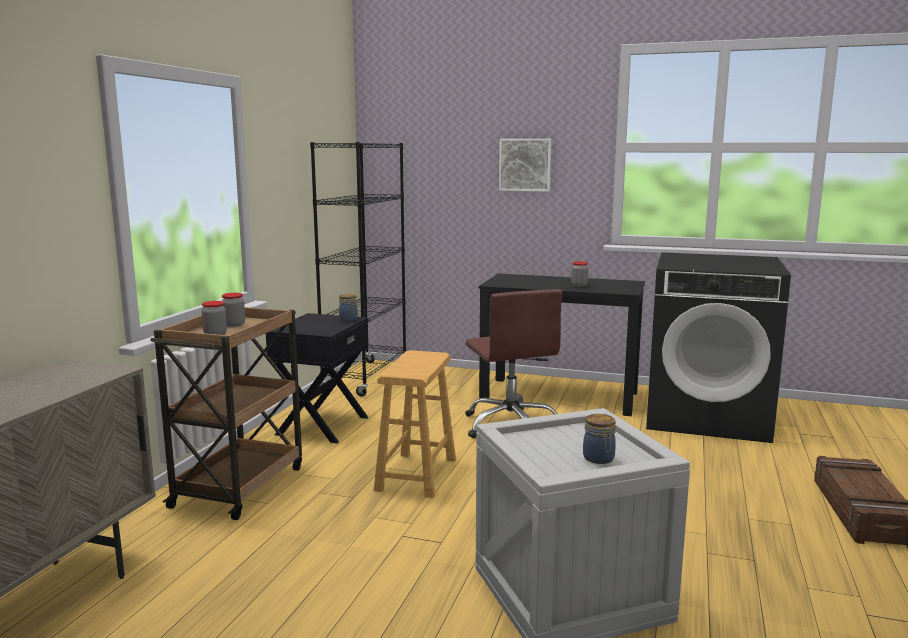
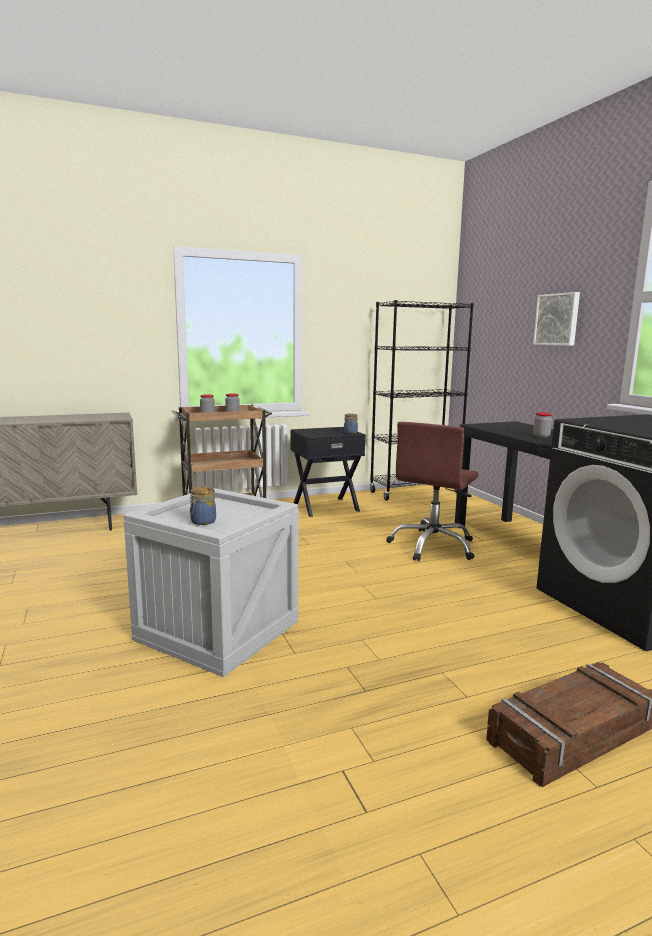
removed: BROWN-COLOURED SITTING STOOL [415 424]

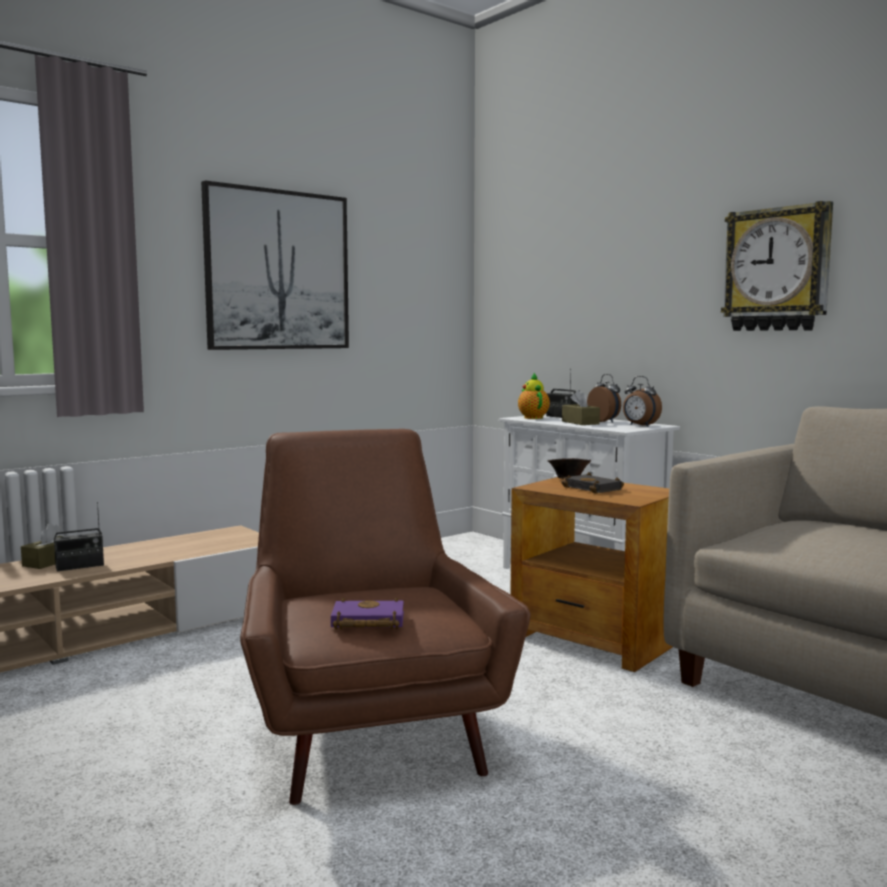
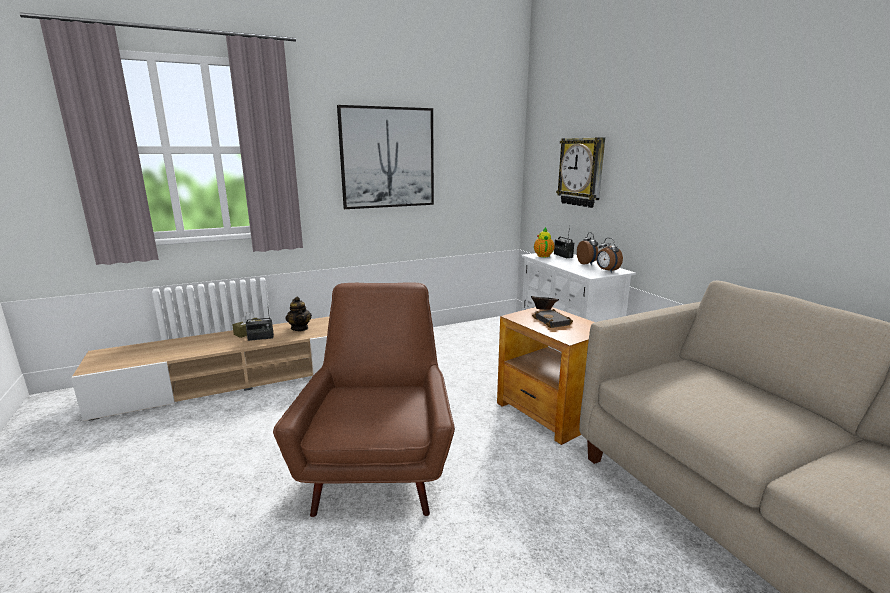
removed: PURPLE BOUND BOOK [367 613]; BROWN-COLOURED TISSUE HOLDER [581 407]
added: TEA POT [298 314]
moved: WALL CLOCK [777 266] to [580 172]

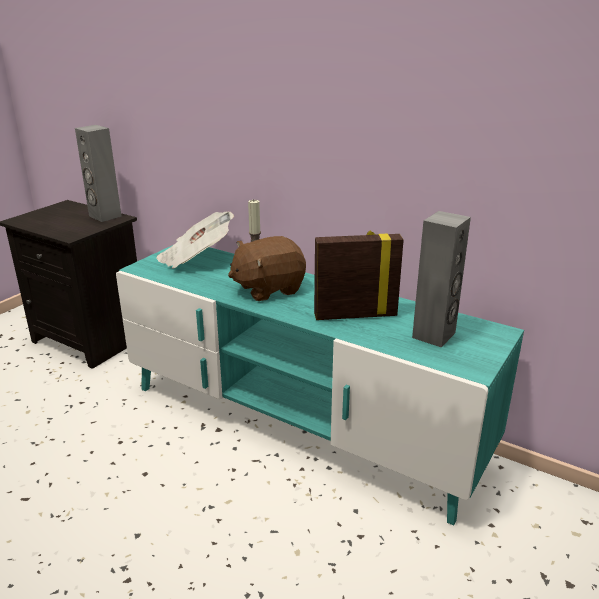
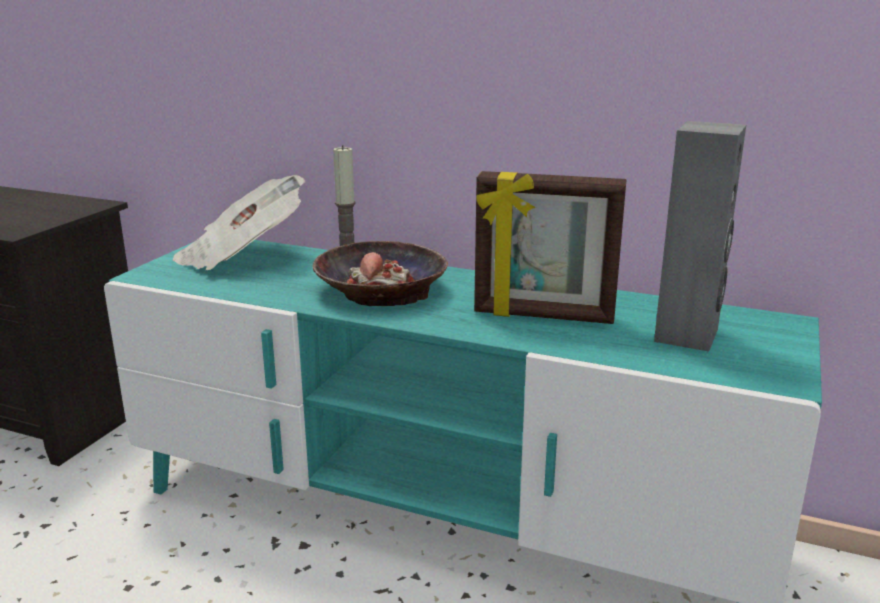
removed: GREY LOUDSPEAKER [98 173]
replaced: BROWN-COLOURED SOFT TOY [267 268] to BOWL [380 273]
turned: PICTURE FRAME [359 275] = [550 247] 150 degrees counterclockwise

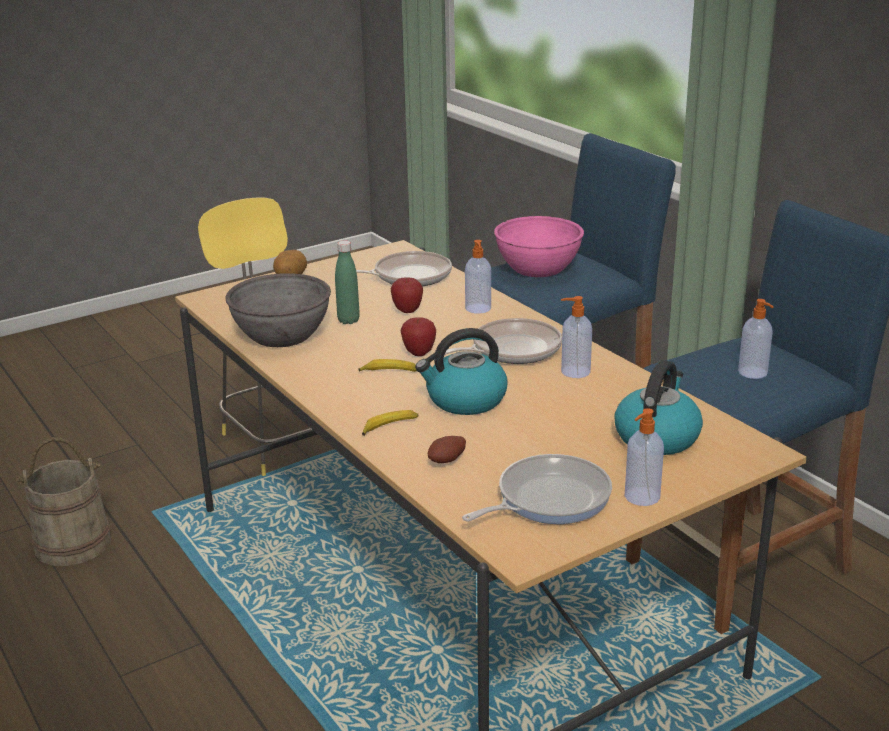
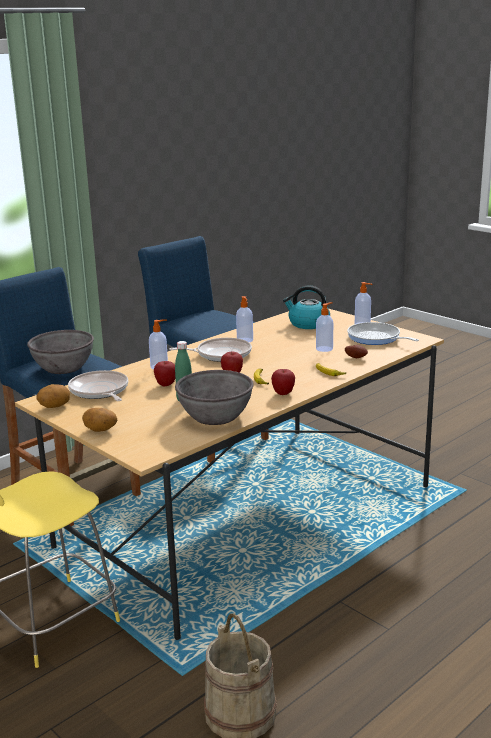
removed: WATER KETTLE [461 371]
added: SPUD [53 396]; WHOLE APPLE [283 382]
moved: LIQUID SOAP BOTTLE [756 339] to [324 327]
recoloured: PINK BOWL [539 246] to GREY BOWL [60 352]
turned: SKILLET [503 341] = [210 350] 120 degrees clockwise

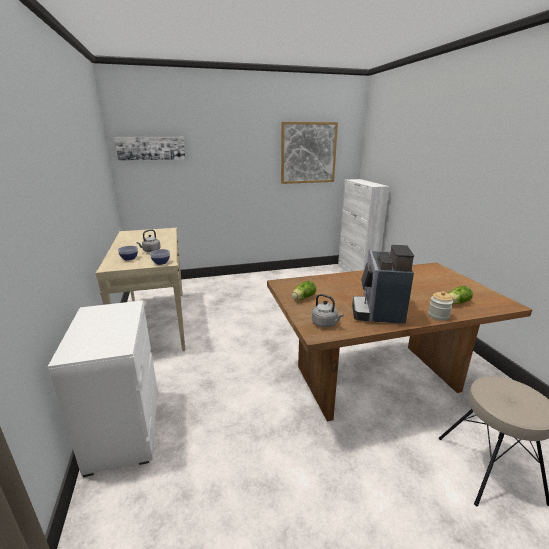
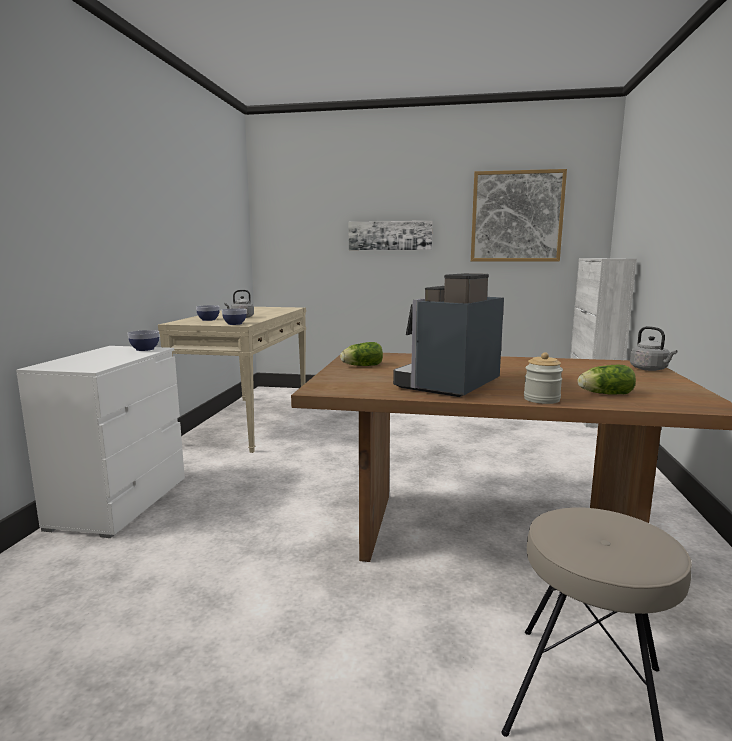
added: BOWL [143 340]
moved: WALL PICTURE [149 149] to [390 235]; GREY WATER KETTLE [328 310] to [653 348]

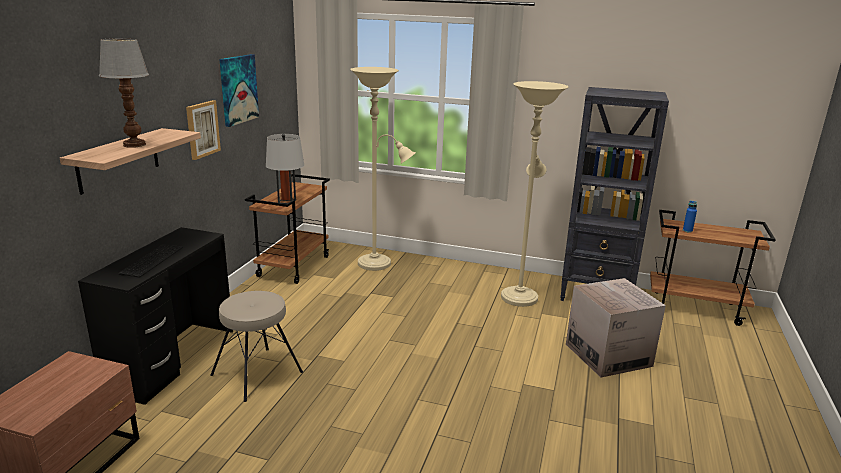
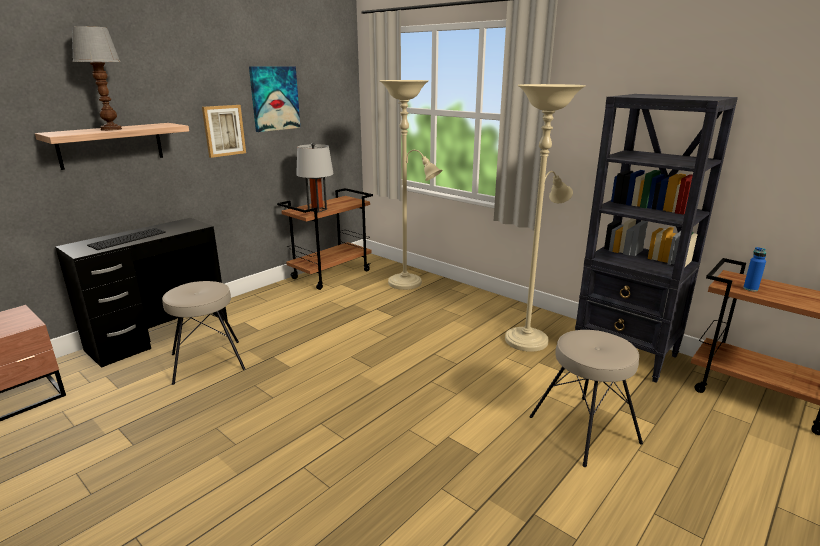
replaced: CARDBOARD BOX [616 327] to BEIGE-COLOURED SITTING STOOL [586 398]

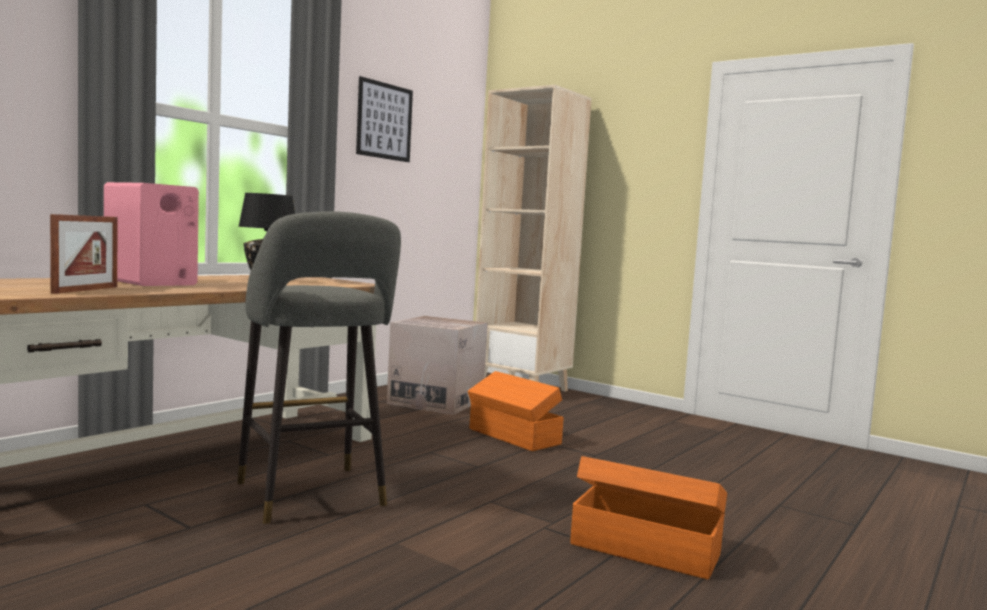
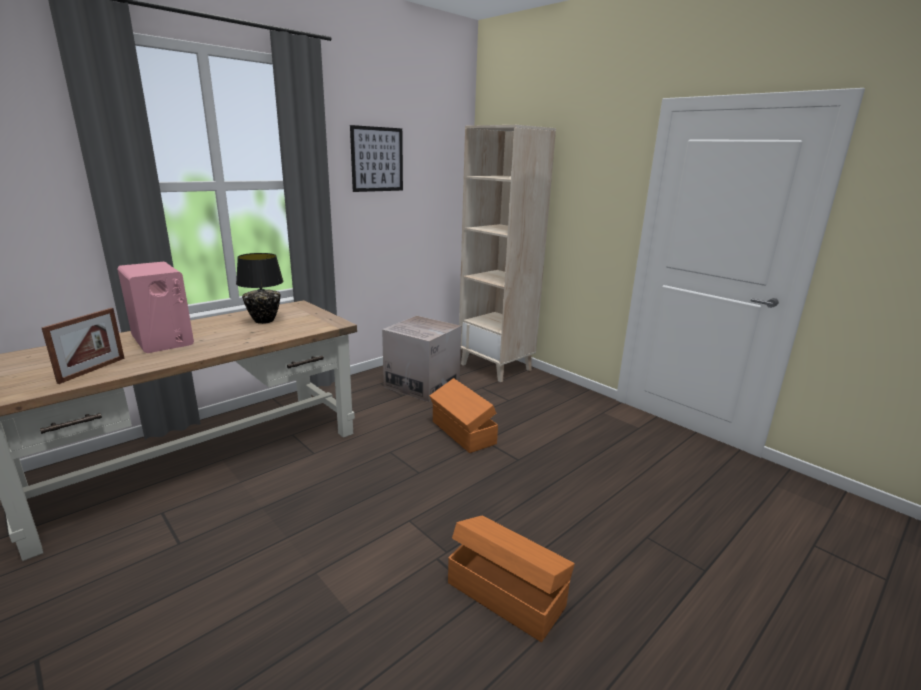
removed: GREY SITTING STOOL [319 367]

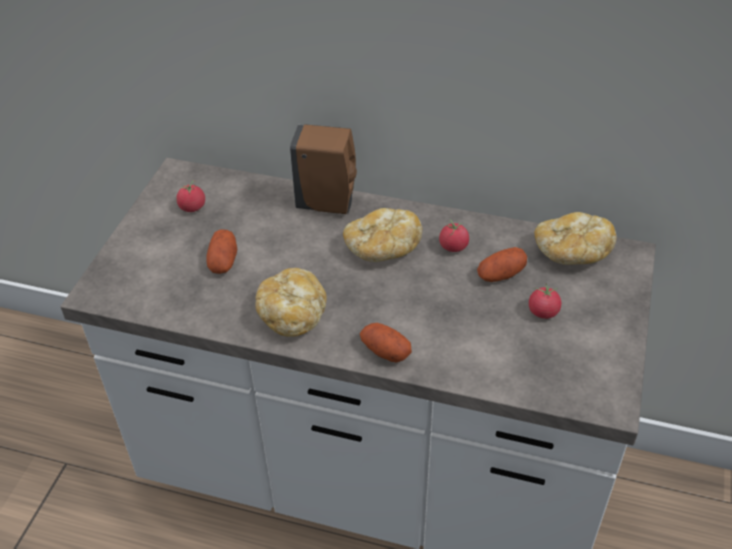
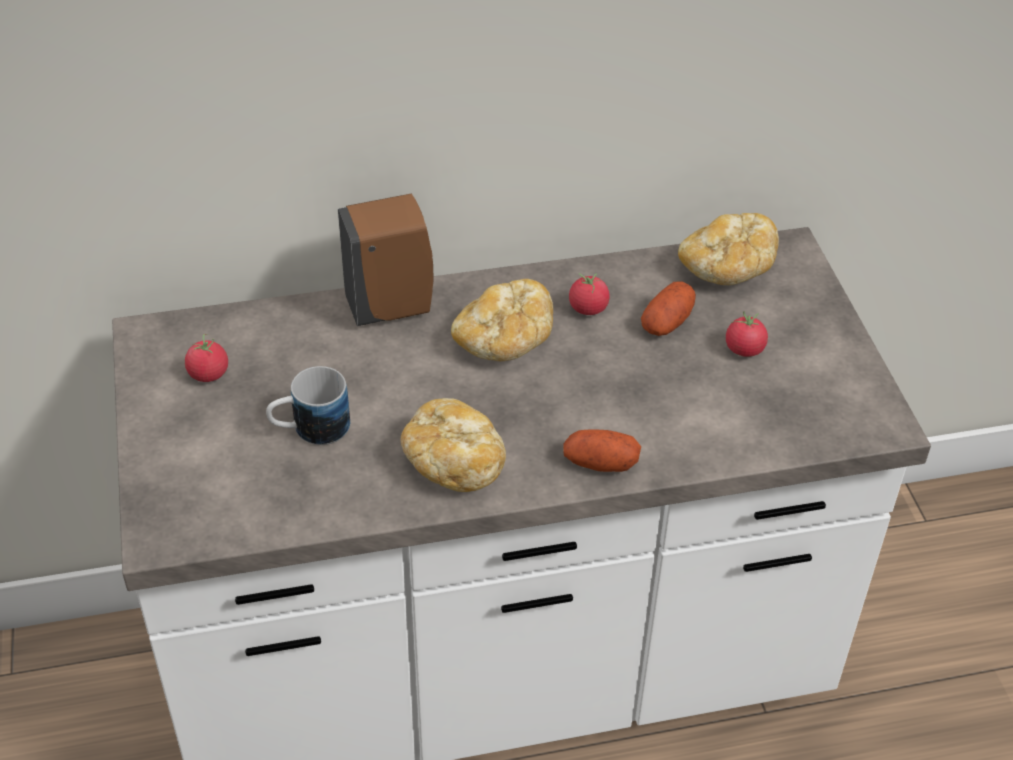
replaced: SPUD [221 251] to TEA MUG [308 405]

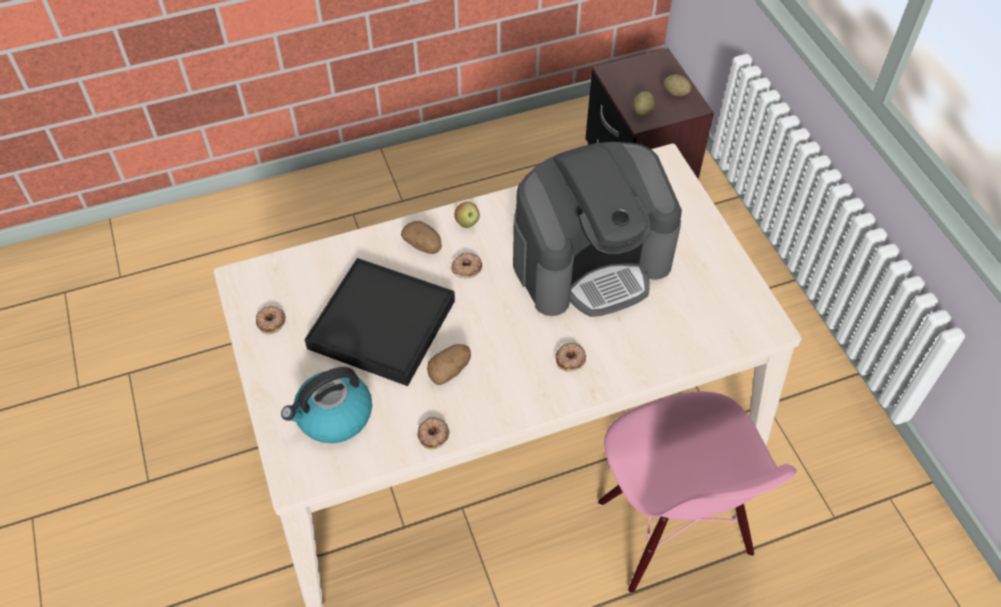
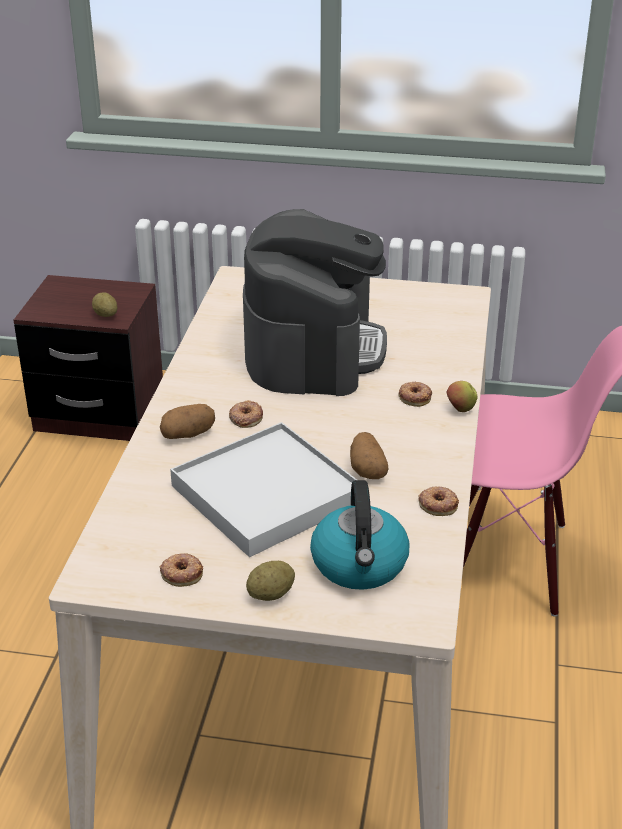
moved: WHOLE APPLE [467 215] to [462 396]; SPUD [677 85] to [270 581]
recoloured: BLACK CARRYING TRAY [379 322] to WHITISH CARRYING TRAY [263 489]

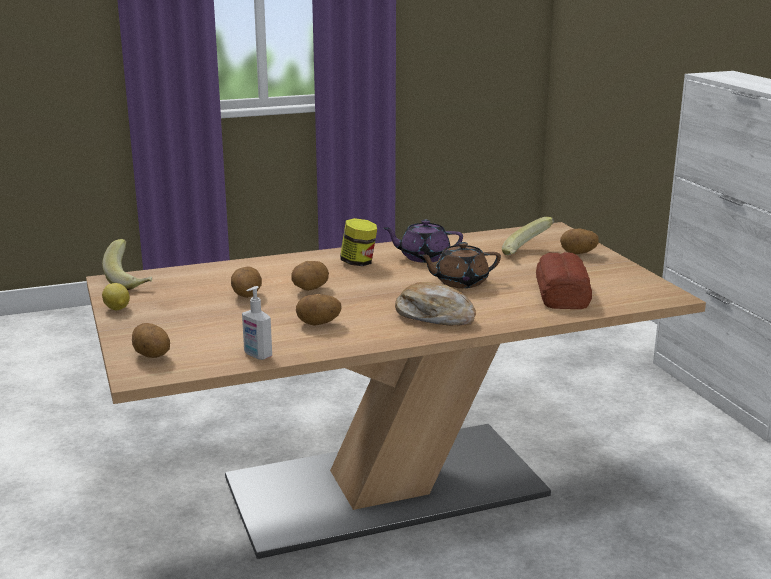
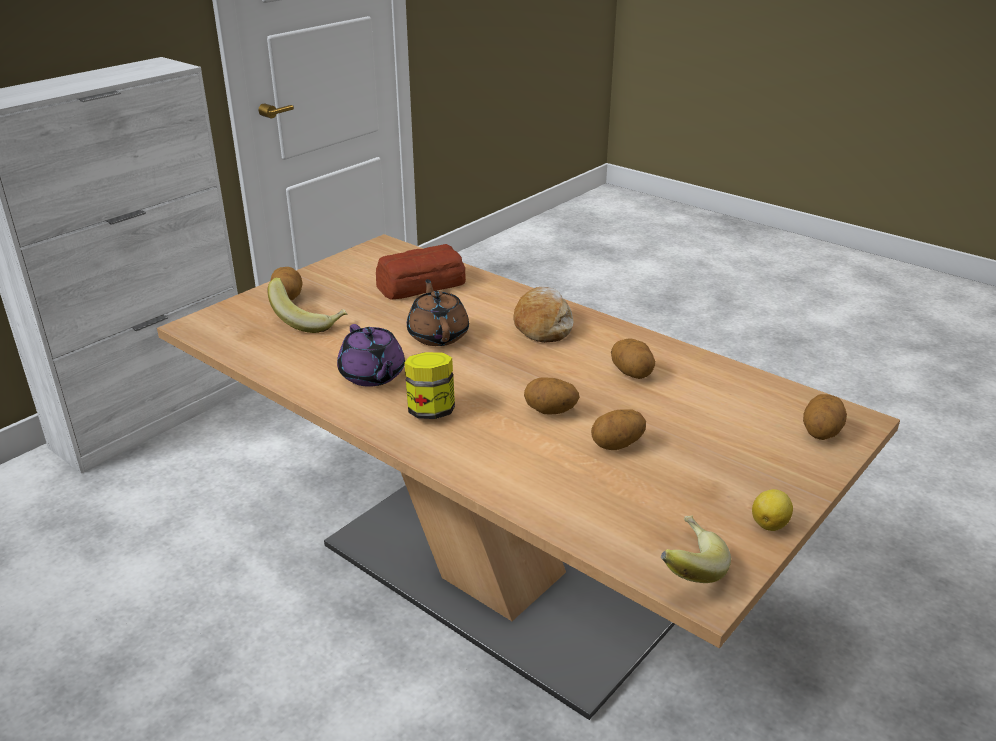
removed: LIQUID SOAP BOTTLE [257 323]
turned: BROWN-COLOURED TEA POT [460 265] = [438 312] 150 degrees counterclockwise

